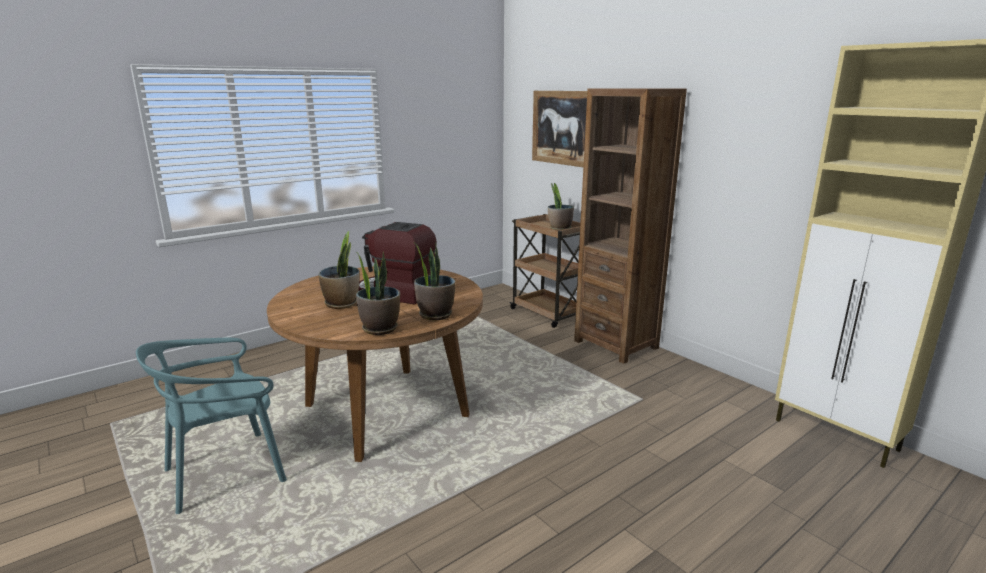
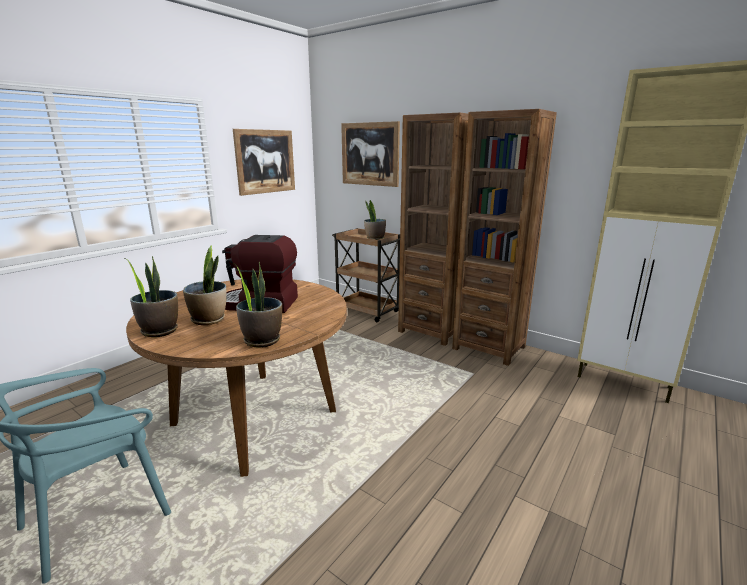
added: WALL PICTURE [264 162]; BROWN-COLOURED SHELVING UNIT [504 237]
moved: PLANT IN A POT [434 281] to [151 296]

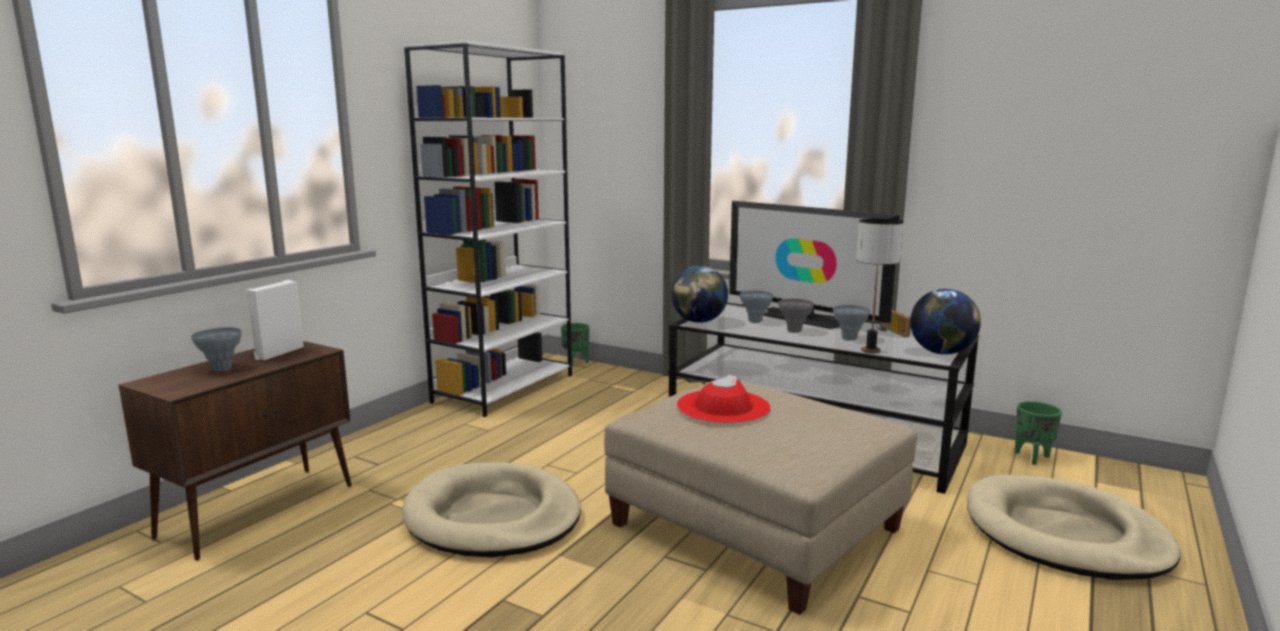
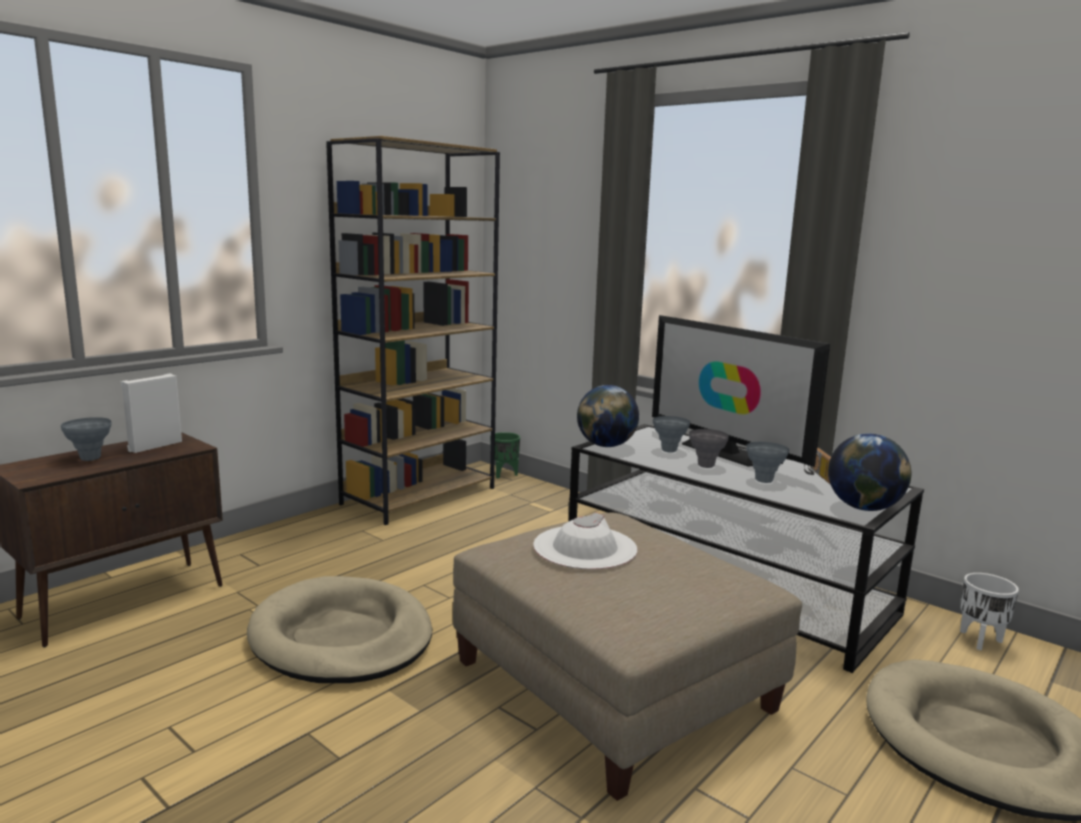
removed: TABLE LAMP [880 286]
recoloured: WHITISH SHELVING UNIT [488 229] to BROWN-COLOURED SHELVING UNIT [413 330]; RED HAT [724 399] to WHITISH HAT [585 540]; GREEN-COLOURED FLOWER POT [1038 433] to WHITISH FLOWER POT [989 612]

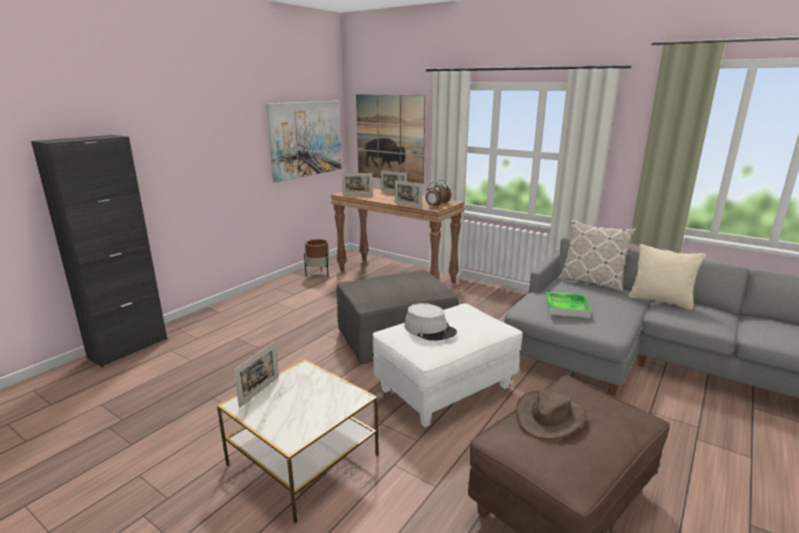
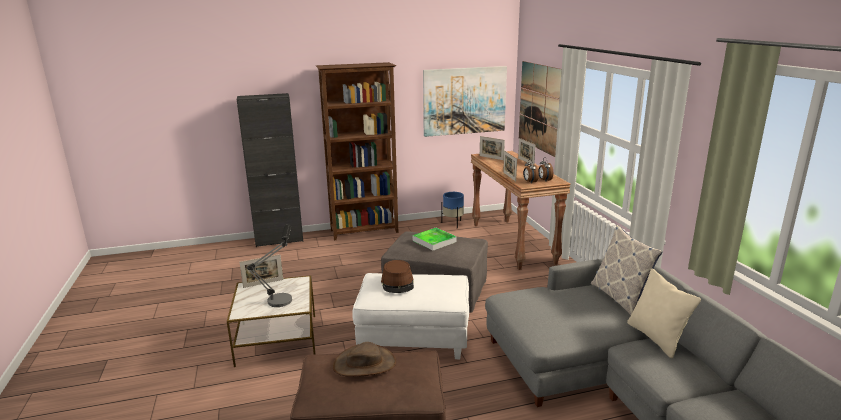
added: TABLE LAMP [269 266]; BROWN-COLOURED SHELVING UNIT [357 151]
moved: CARRYING TRAY [568 305] to [435 239]
recoloured: BROWN-COLOURED FLOWER POT [316 258] to BLUE-COLOURED FLOWER POT [452 210]; GREY HAT [430 322] to BROWN-COLOURED HAT [397 276]

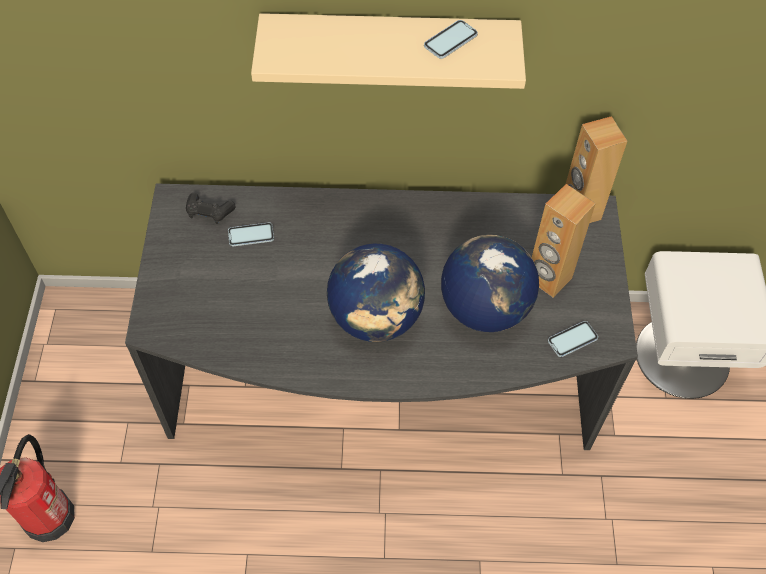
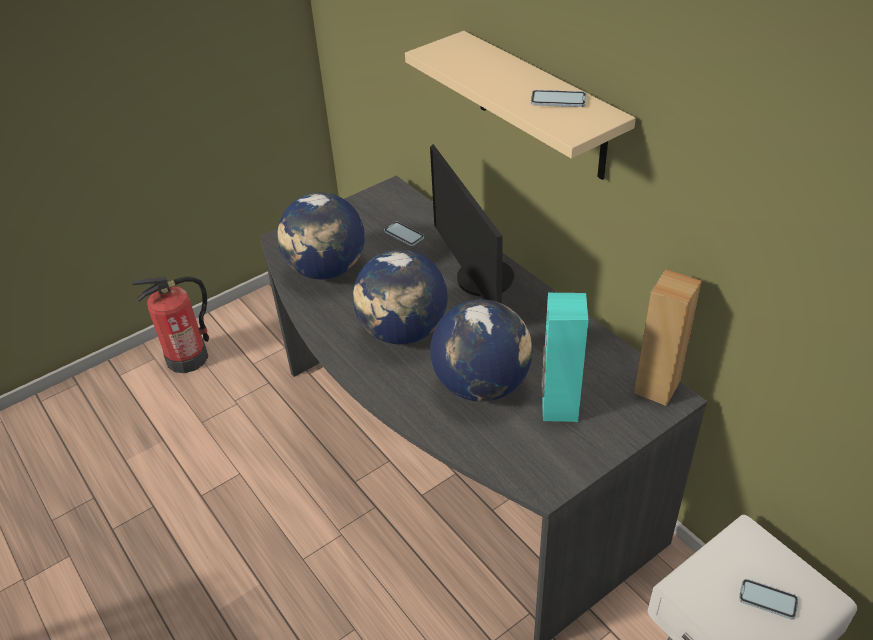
removed: BLACK GAME CONTROLLER [211 208]
added: GLOBE [321 236]; MONITOR [472 224]
moved: PHONE [573 339] to [768 599]
recoloured: BROWN-COLOURED LOUDSPEAKER [564 241] to TURQUOISE-COLOURED LOUDSPEAKER [565 357]

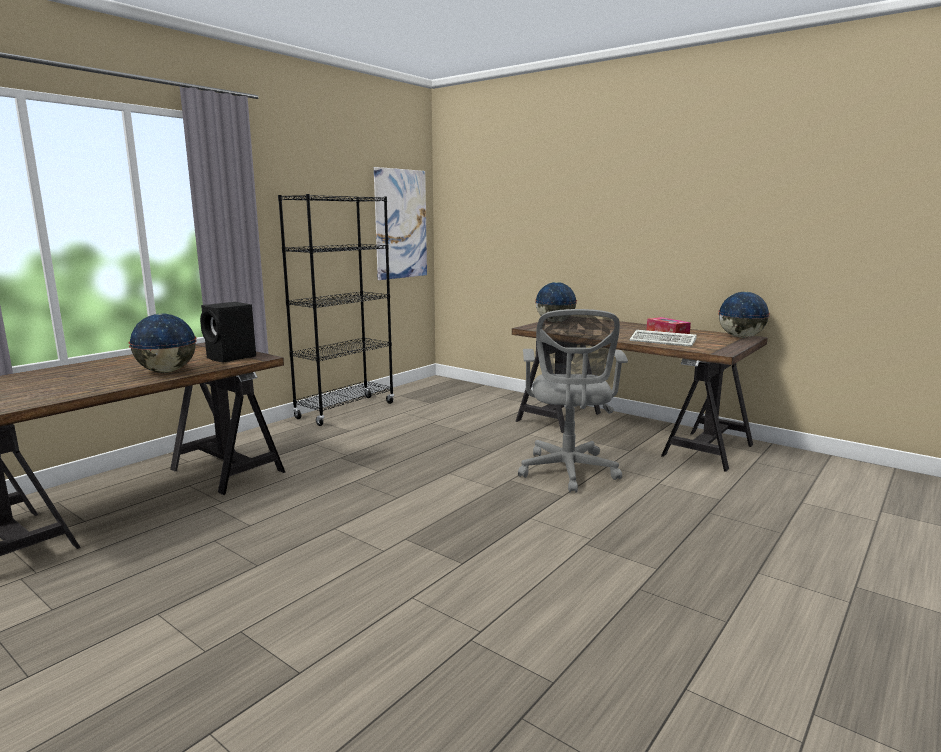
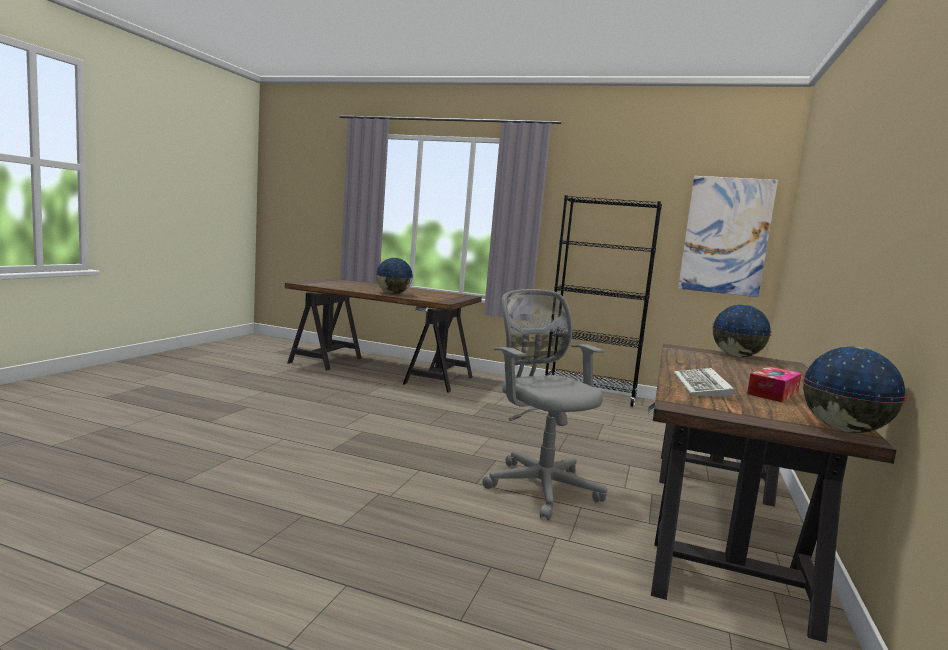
removed: BLACK LOUDSPEAKER [228 332]
turned: GREY DESK CHAIR [573 401] = [544 404] 75 degrees clockwise

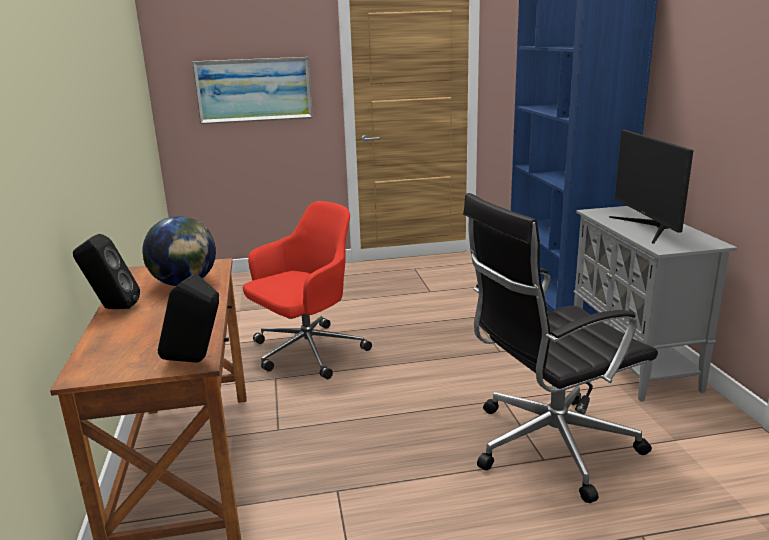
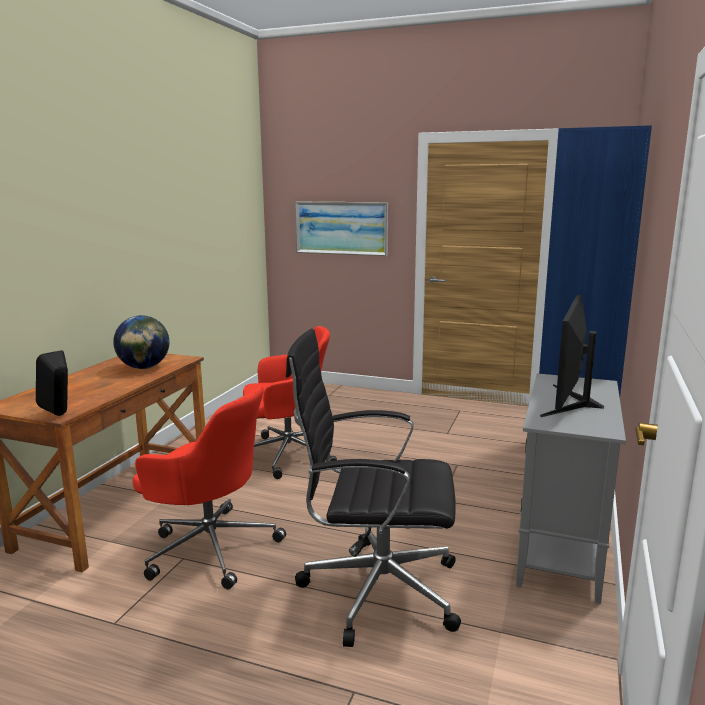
removed: BLACK LOUDSPEAKER [106 271]
added: RED DESK CHAIR [209 487]

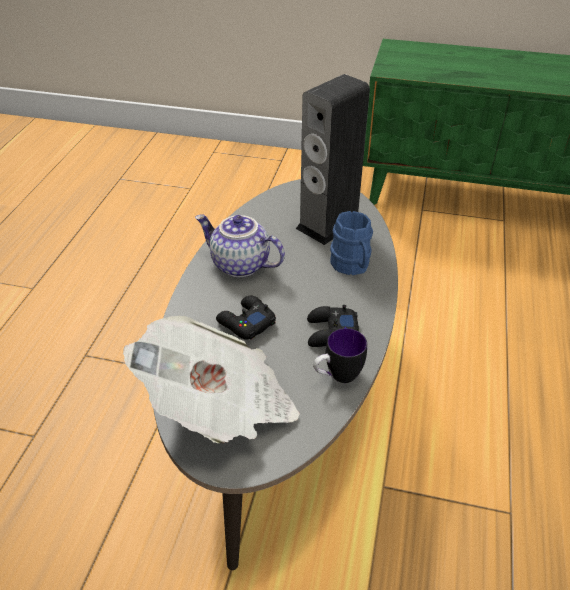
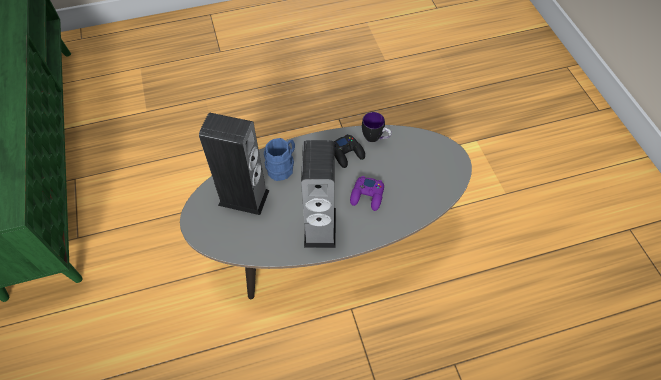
removed: NEWSPAPER [211 380]
replaced: TEA POT [240 245] to LOUDSPEAKER [318 194]
recoloured: BLACK GAME CONTROLLER [246 318] to PURPLE GAME CONTROLLER [367 193]

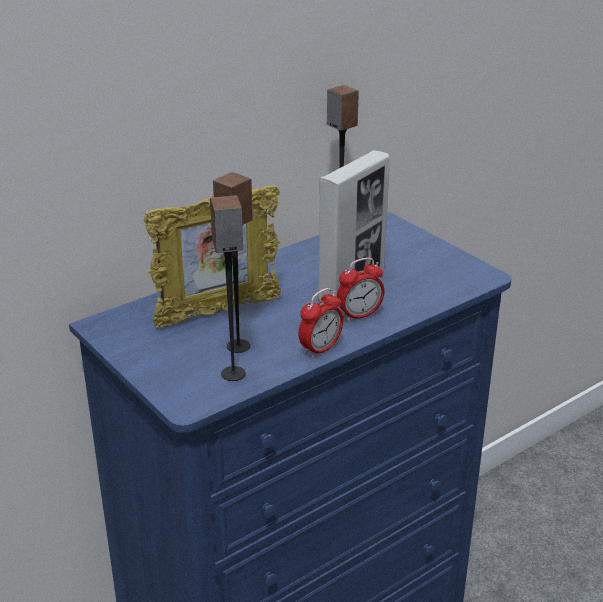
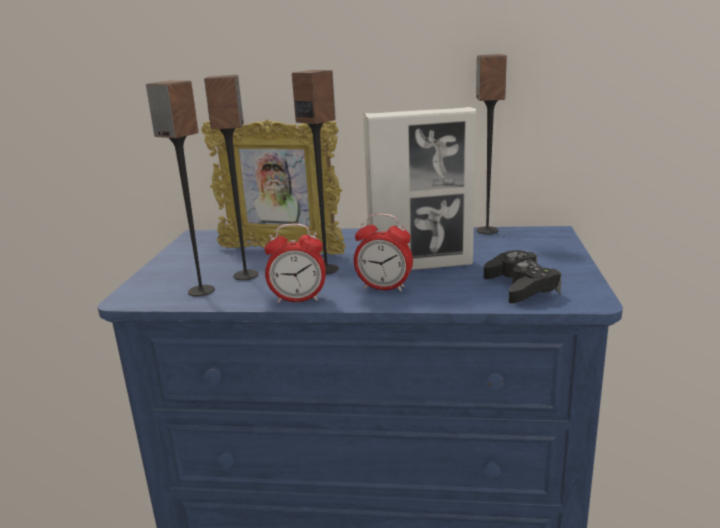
added: LOUDSPEAKER [315 172]; BLACK GAME CONTROLLER [522 276]

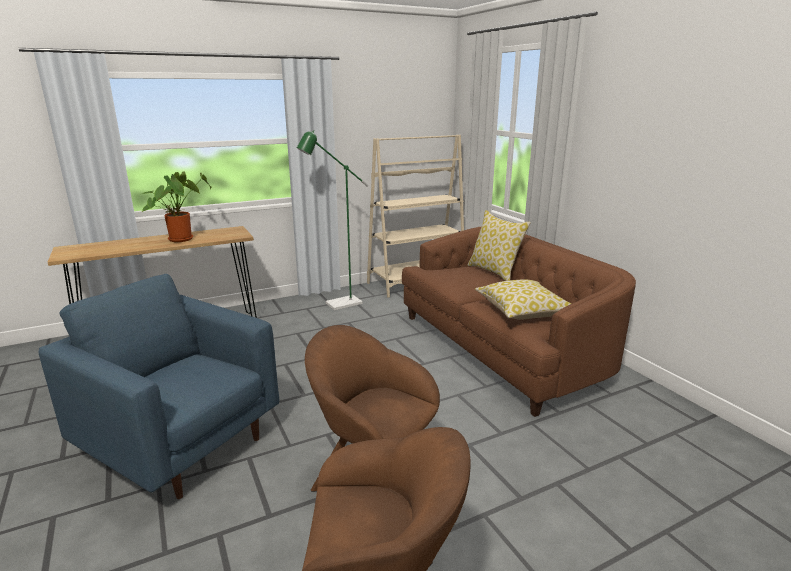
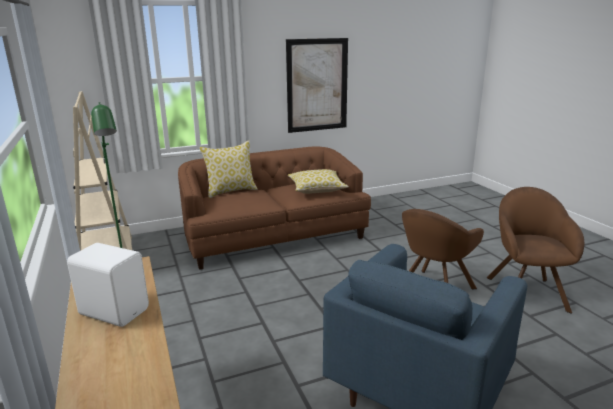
added: WALL PICTURE [317 85]
replaced: PLANT IN A POT [176 206] to WHITISH LOUDSPEAKER [108 285]

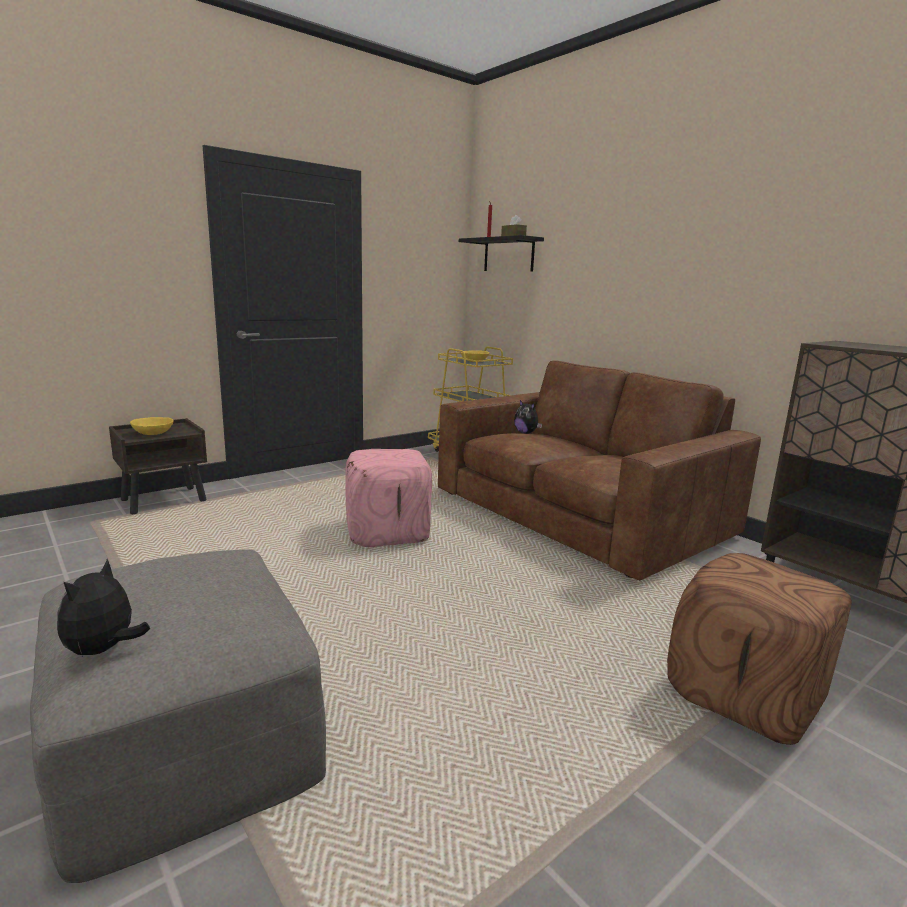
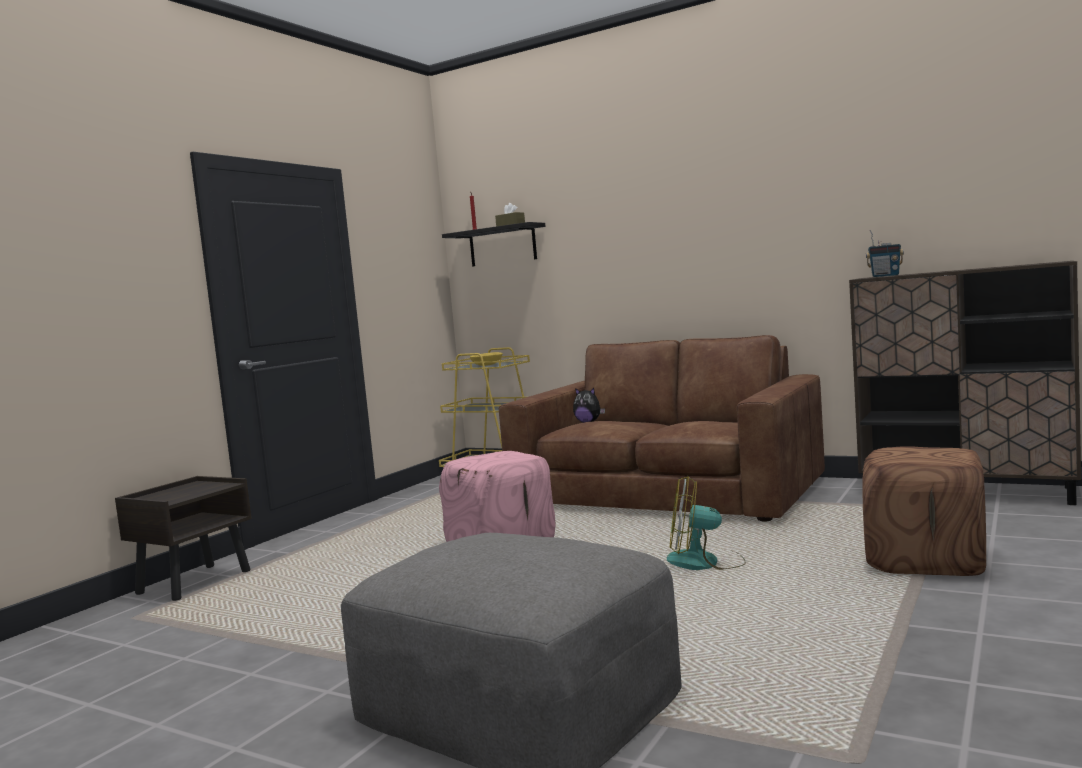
removed: SOFT TOY [103 607]; YELLOW BOWL [152 426]
added: FAN [706 523]; RADIO RECEIVER [885 253]

